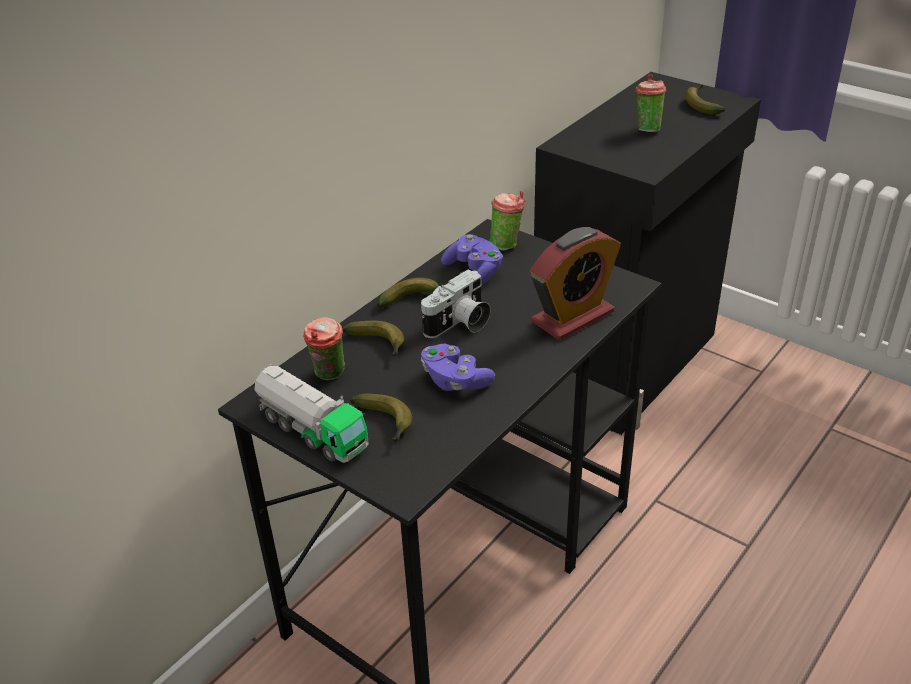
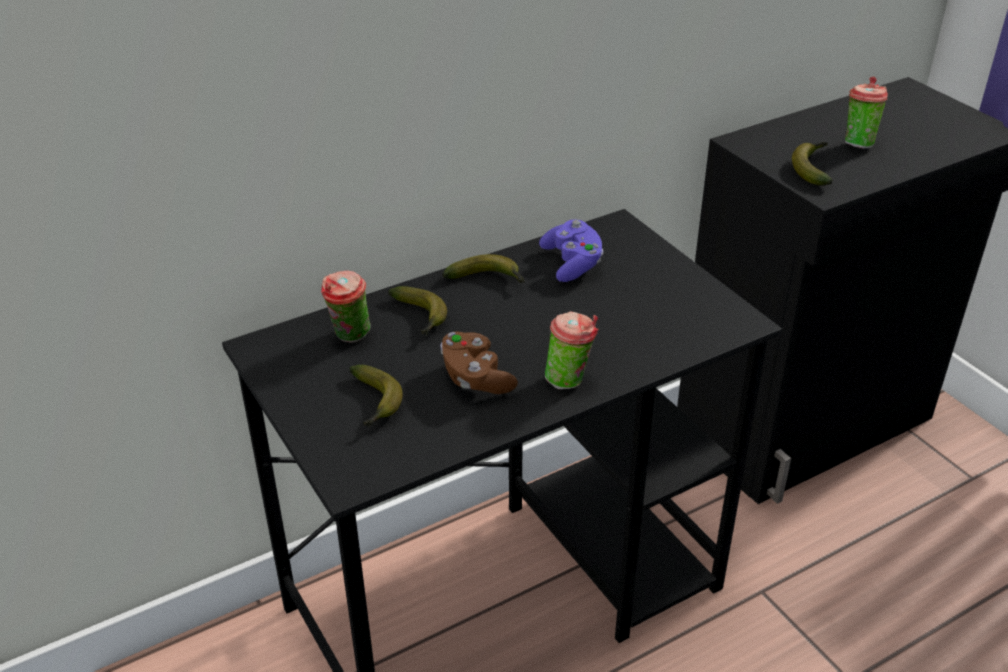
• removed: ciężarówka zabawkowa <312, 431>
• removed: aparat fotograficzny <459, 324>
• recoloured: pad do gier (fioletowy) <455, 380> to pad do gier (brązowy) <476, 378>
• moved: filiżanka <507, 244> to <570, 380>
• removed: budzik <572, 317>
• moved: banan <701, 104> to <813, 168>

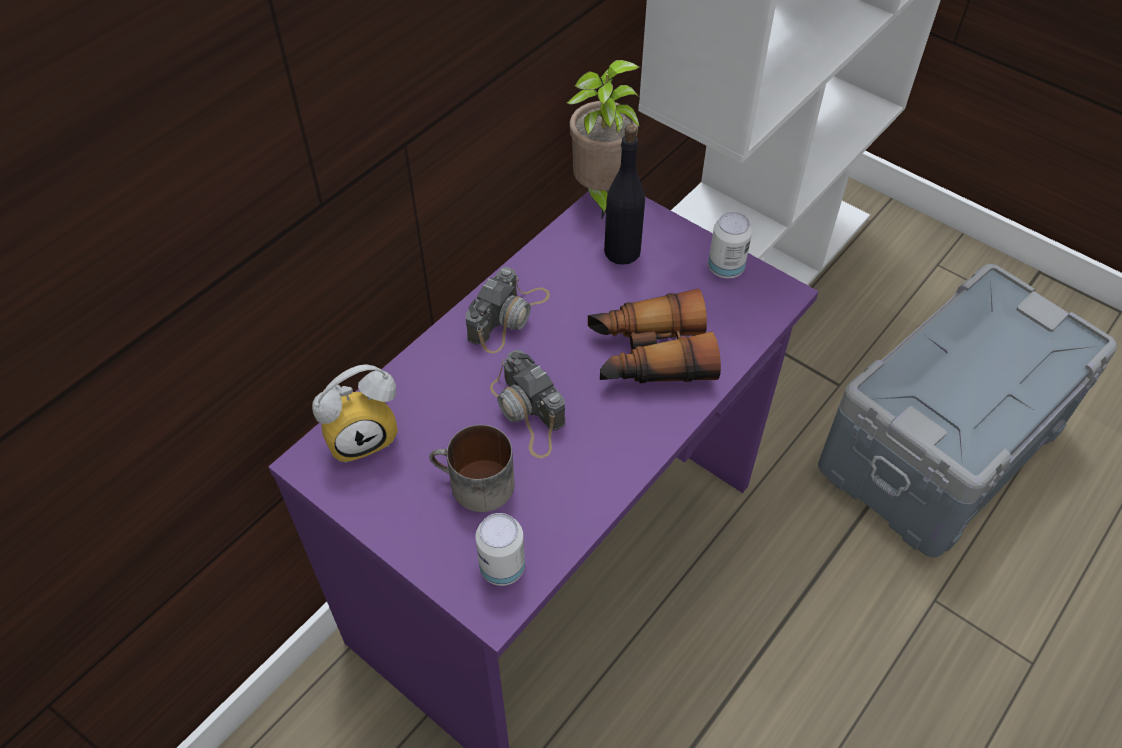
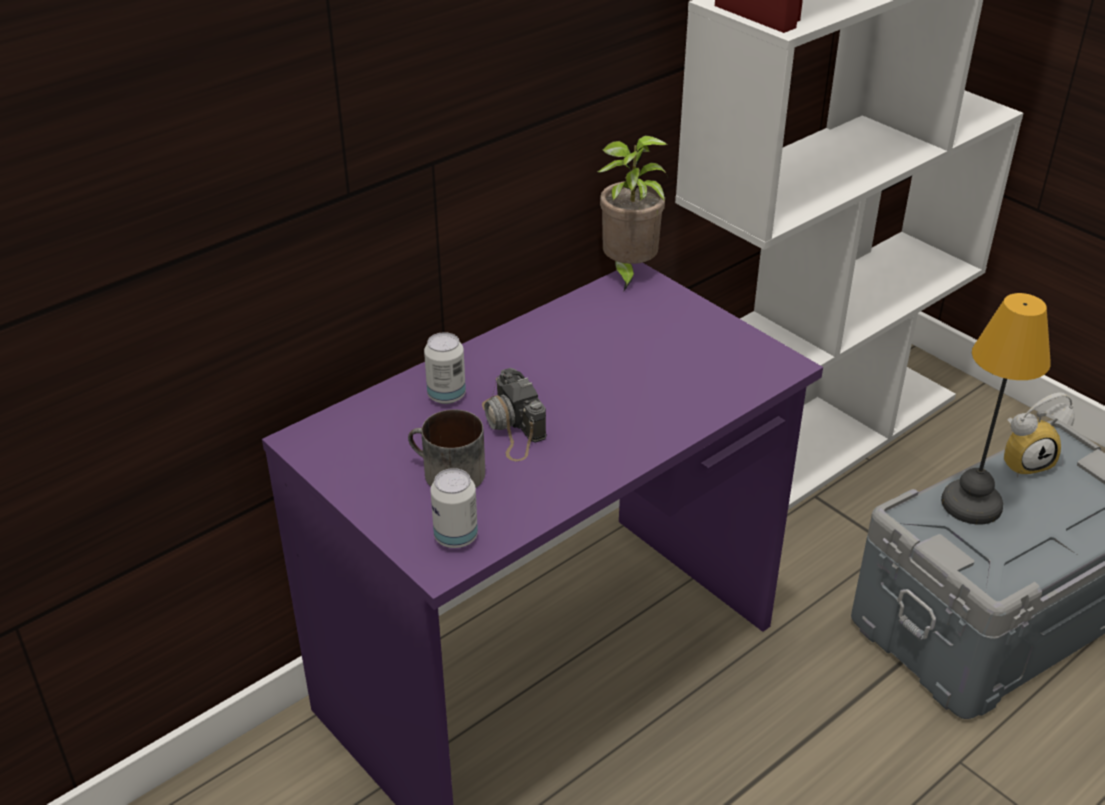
• moved: budzik <363, 434> to <1025, 461>
• removed: aparat fotograficzny <508, 316>
• removed: lornetka <649, 354>
• removed: butelka (czarny) <622, 251>
• moved: puszka <725, 268> to <446, 395>
• added: lampa stołowa <971, 505>

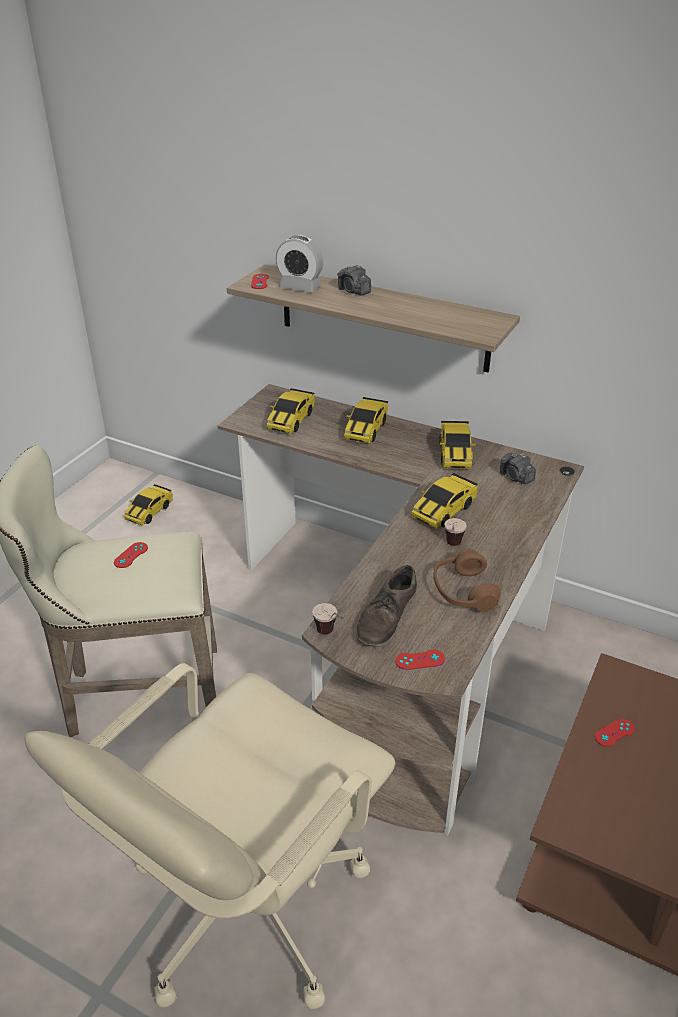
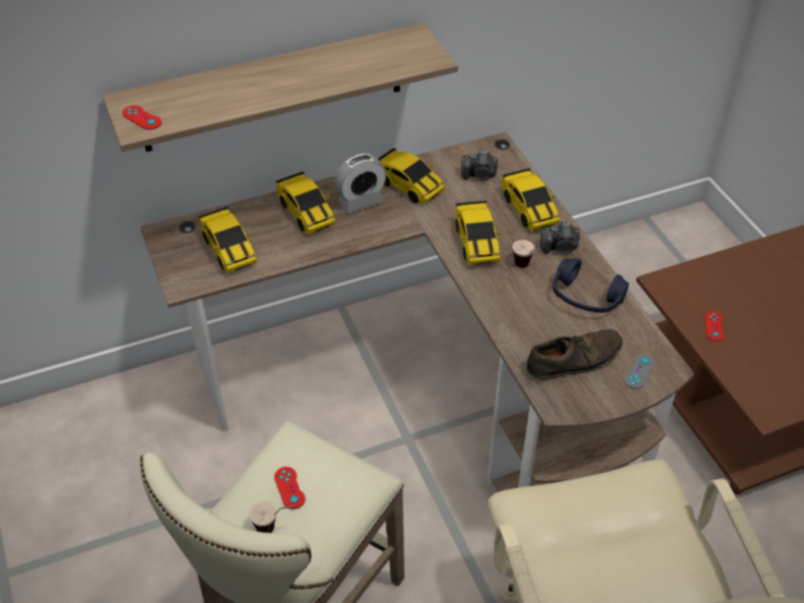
• moved: samochodzik <149, 512> to <529, 209>
• moved: budzik <300, 287> to <361, 202>
• moved: filiżanka <330, 635> to <276, 528>
• moved: aparat fotograficzny <353, 291> to <560, 247>
• turned: but (brązowy) <386, 617> = <574, 360> 90 degrees counterclockwise
• recoloured: pad do gier (czerwony) <420, 660> to pad do gier (szary) <639, 371>
• recoloured: słuchawki (brązowy) <463, 591> to słuchawki (niebieski) <586, 297>

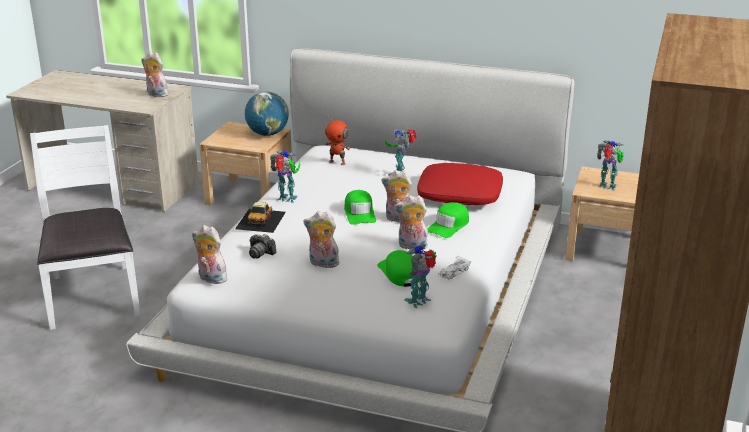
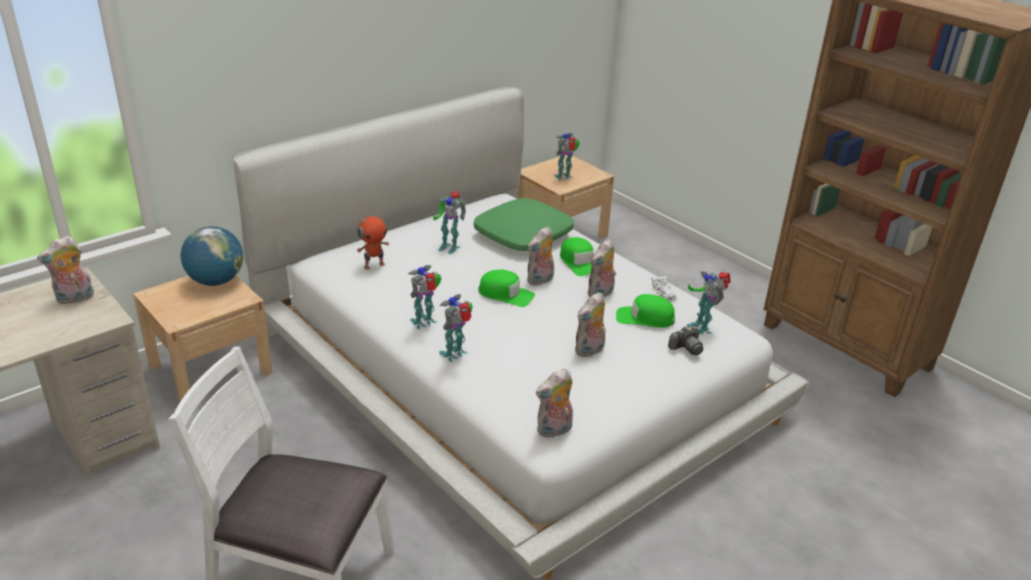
• replaced: samochodzik <261, 220> to robot zabawkowy <455, 354>
• moved: aparat fotograficzny <260, 253> to <686, 348>
• recoloured: poduszka (czerwony) <460, 194> to poduszka (zielony) <523, 235>

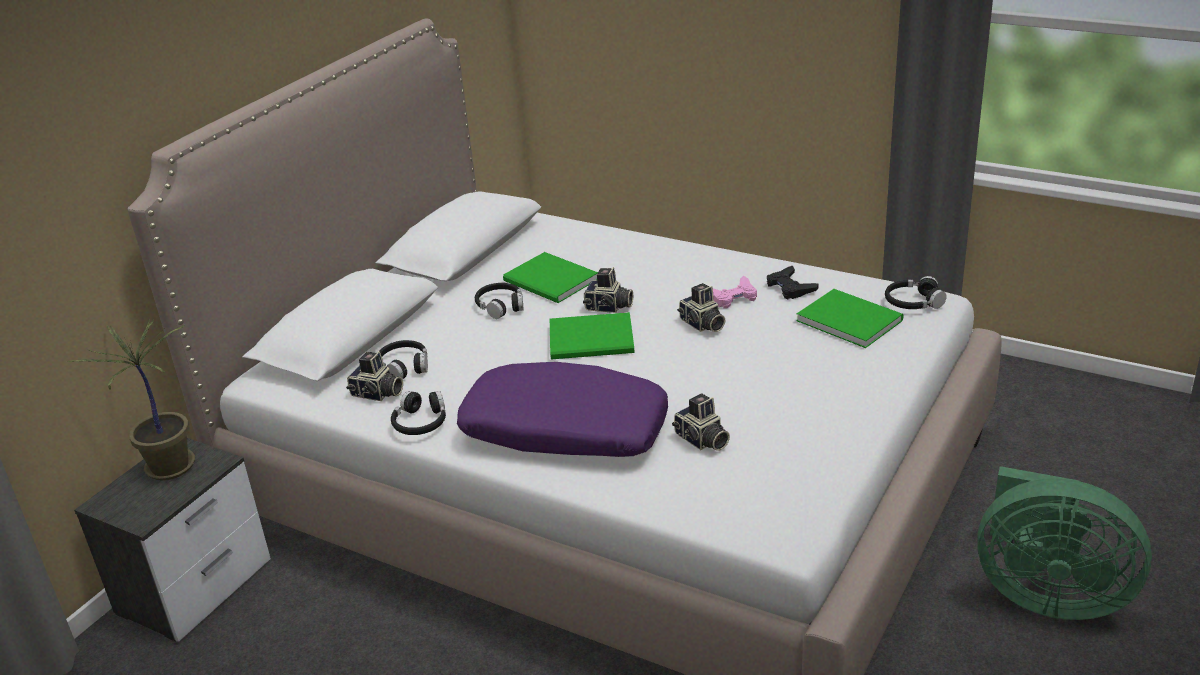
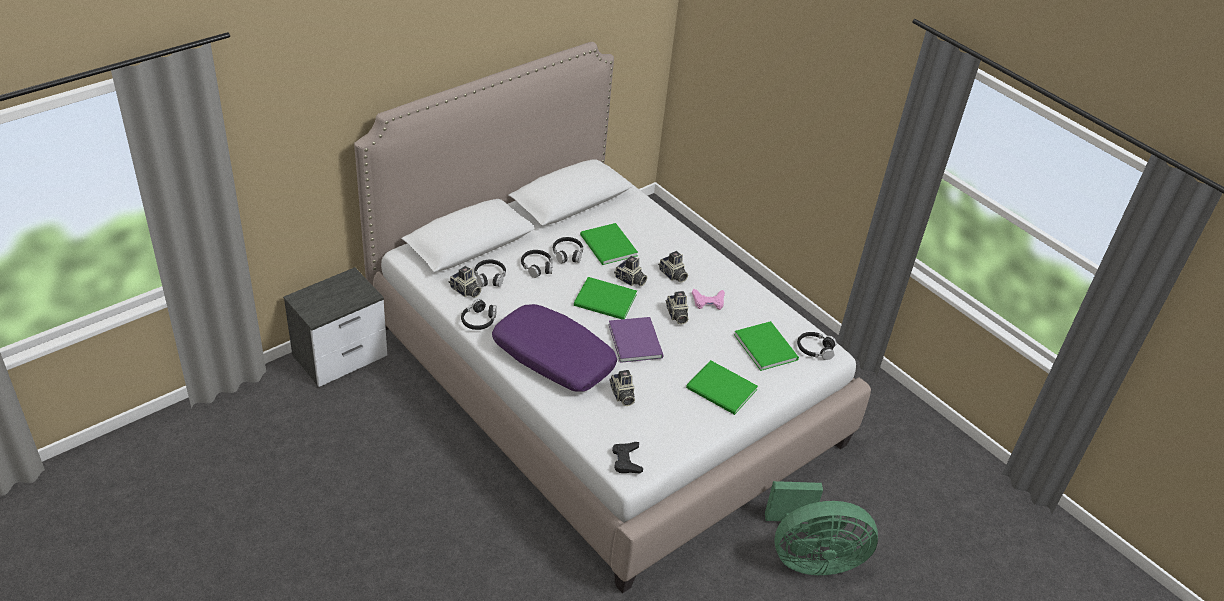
• removed: roślina doniczkowa <171, 468>
• moved: pad do gier (czarny) <790, 287> to <626, 460>
• turned: wentylator (zielony) <1047, 594> = <810, 558> 45 degrees counterclockwise
• added: słuchawki (czarny) <537, 267>
• added: książka (fioletowy) <636, 339>
• added: aparat fotograficzny <672, 275>
• added: książka (zielony) <722, 391>

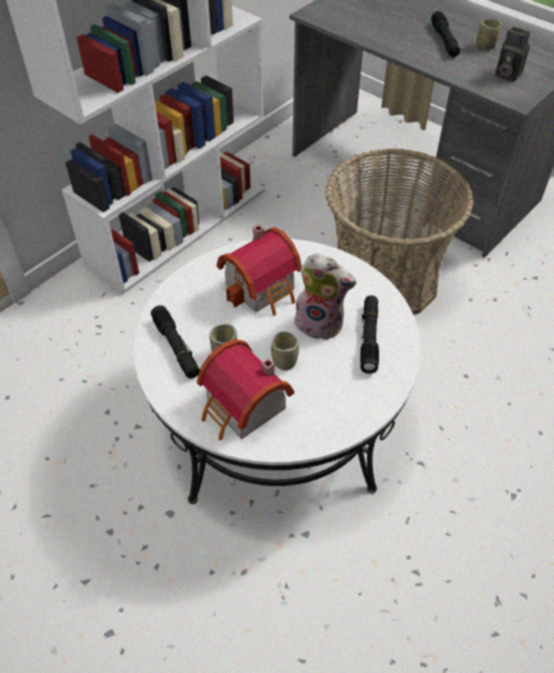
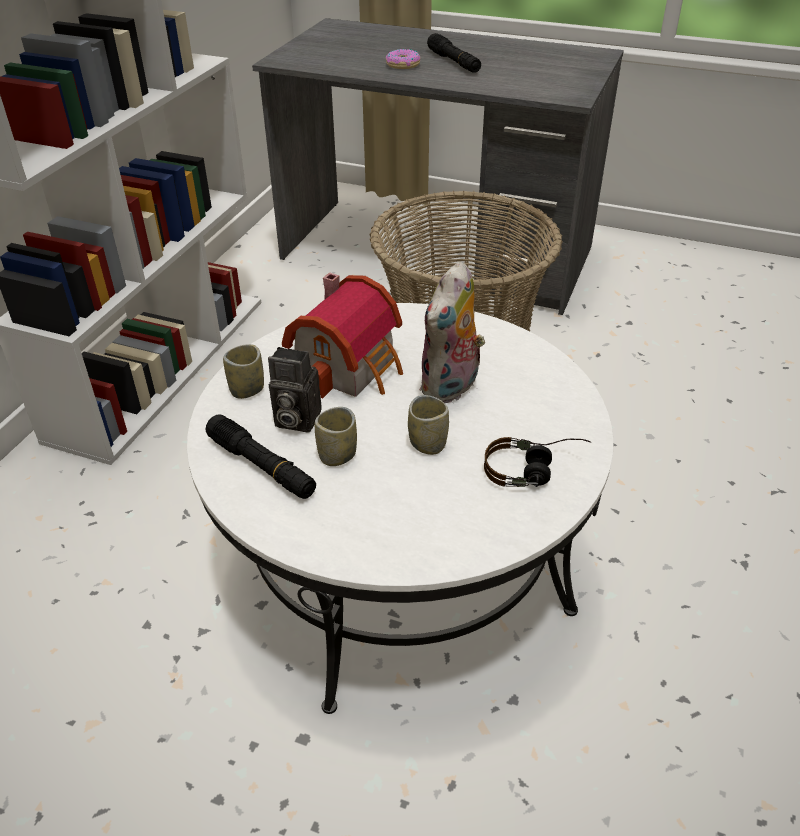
• removed: domek <243, 409>
• turned: pluszak <321, 323> = <451, 388> 120 degrees clockwise
• removed: latarka (czarny) <369, 338>
• moved: filiżanka <485, 46> to <247, 389>
• moved: aparat fotograficzny <506, 74> to <294, 419>
• added: donut <402, 65>
• added: słuchawki <534, 471>

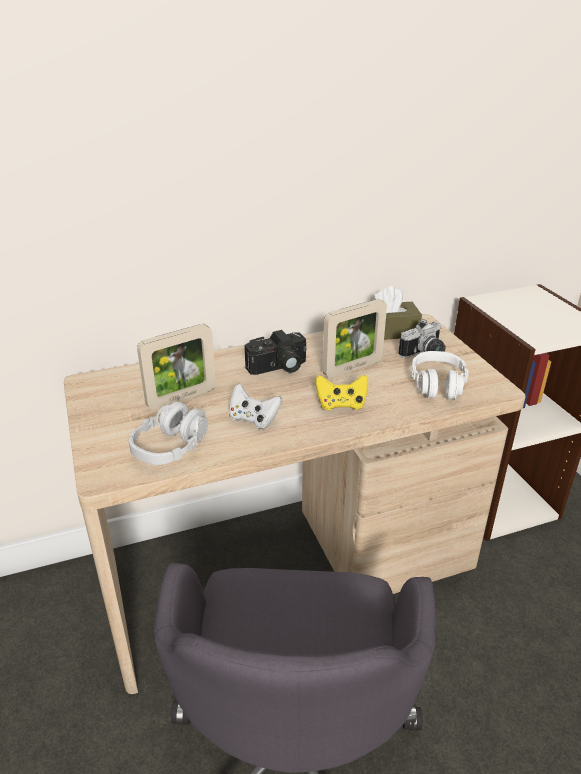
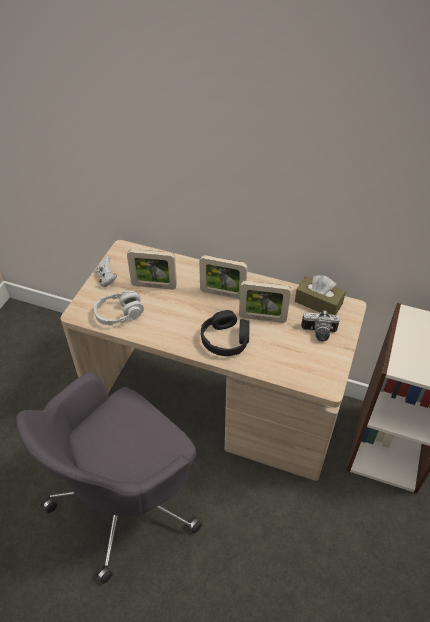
• moved: pad do gier (biały) <253, 419> to <106, 279>
• replaced: aparat fotograficzny <278, 368> to ramka na zdjęcie <222, 294>
• replaced: pad do gier (żółty) <341, 404> to słuchawki (czarny) <225, 339>
• removed: słuchawki (biały) <438, 385>

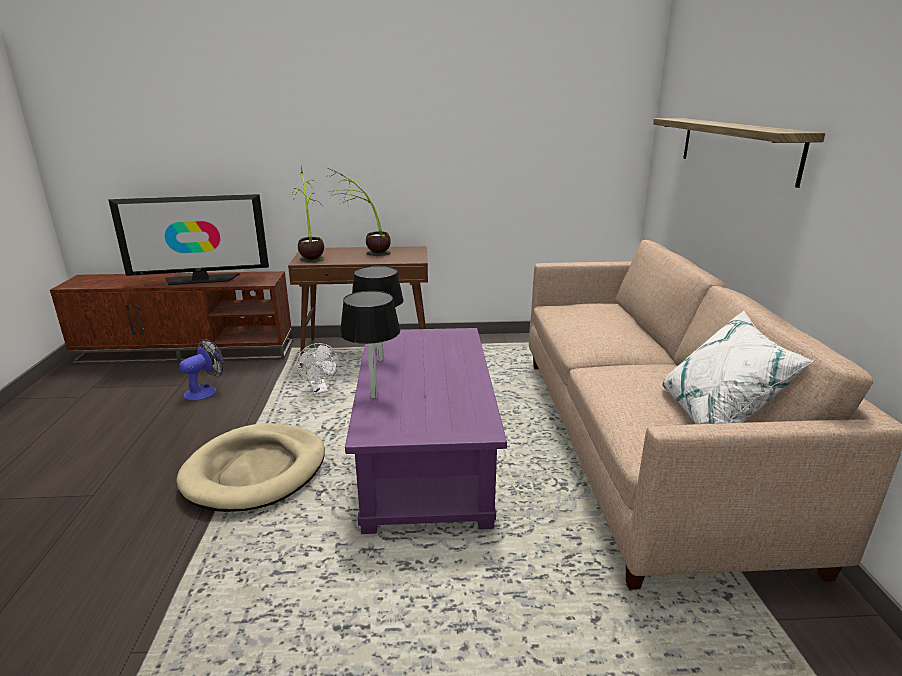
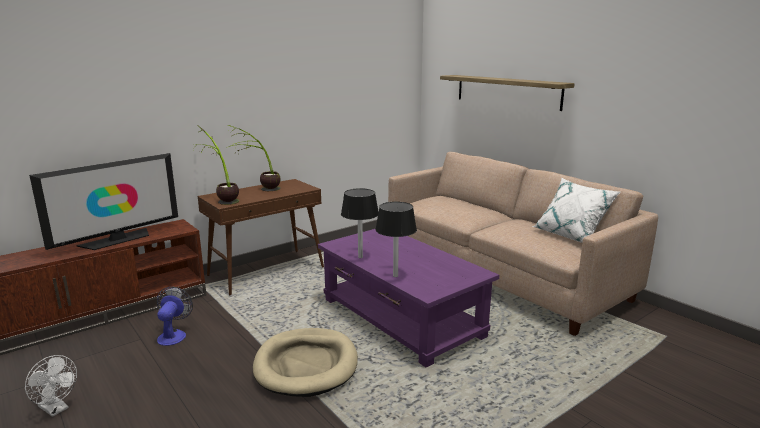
• moved: wentylator (biały) <320, 390> to <56, 409>

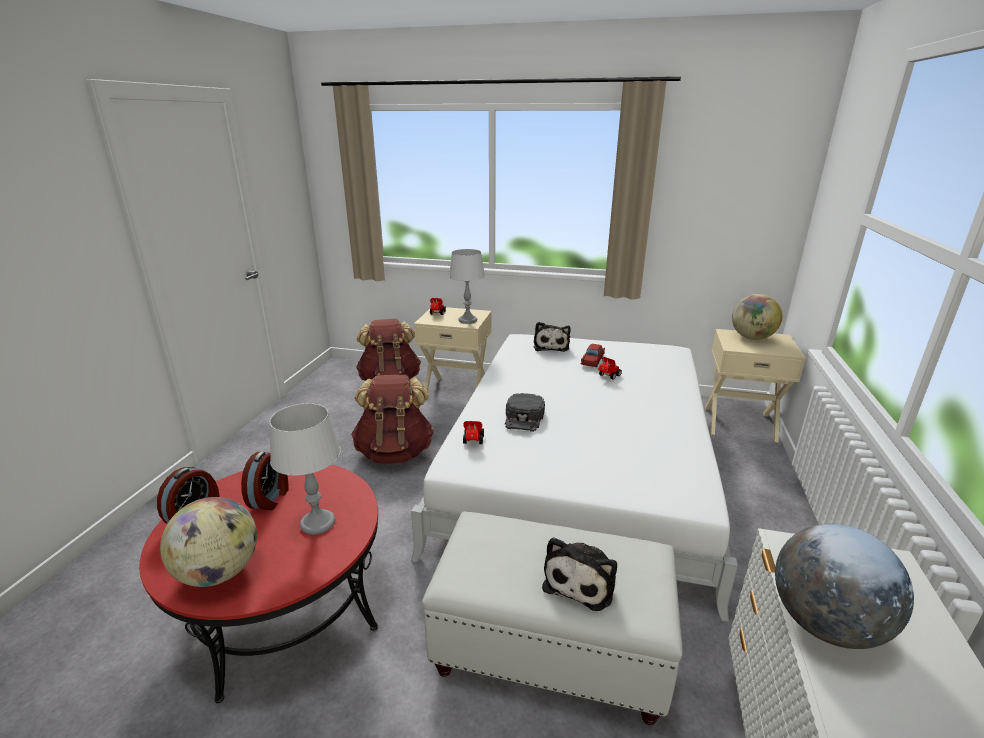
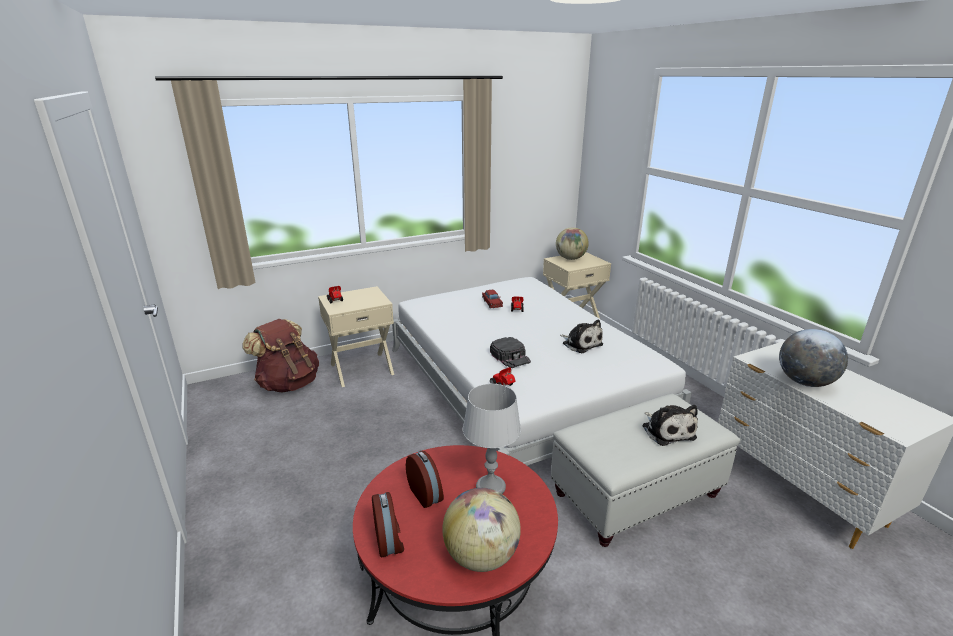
• removed: plecak (brązowy) <395, 452>
• removed: lampa stołowa (szary) <467, 320>
• moved: pluszak <551, 346> to <581, 343>

